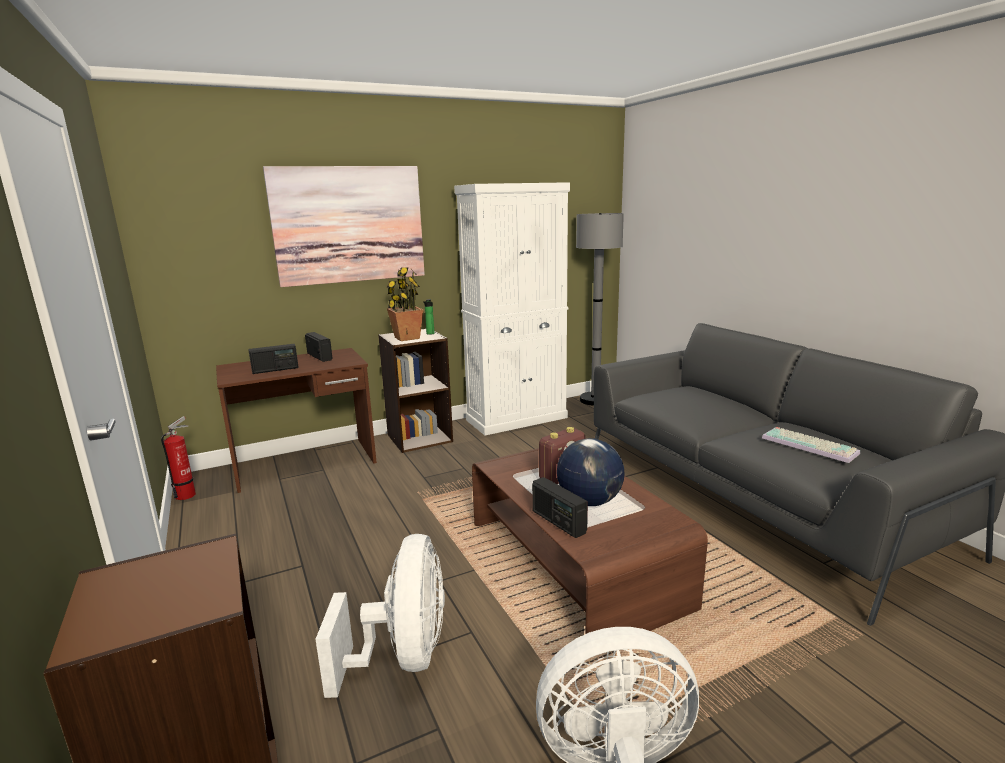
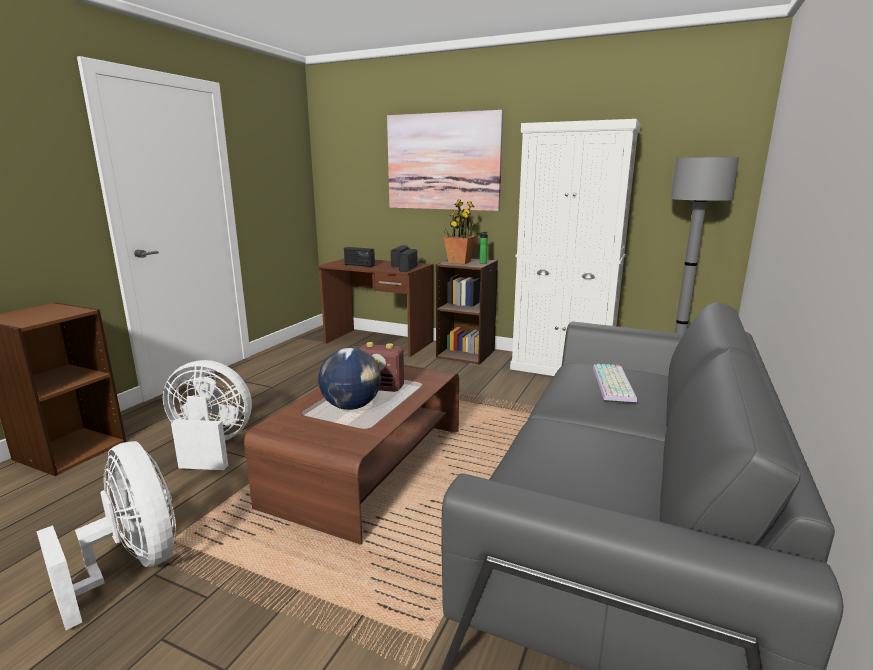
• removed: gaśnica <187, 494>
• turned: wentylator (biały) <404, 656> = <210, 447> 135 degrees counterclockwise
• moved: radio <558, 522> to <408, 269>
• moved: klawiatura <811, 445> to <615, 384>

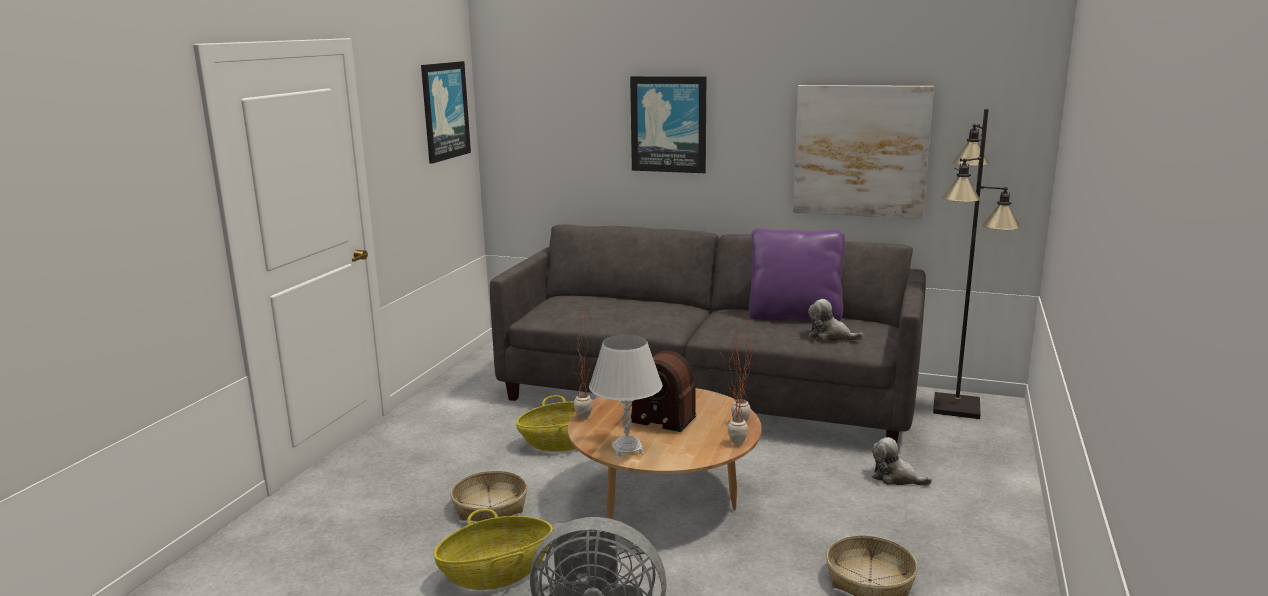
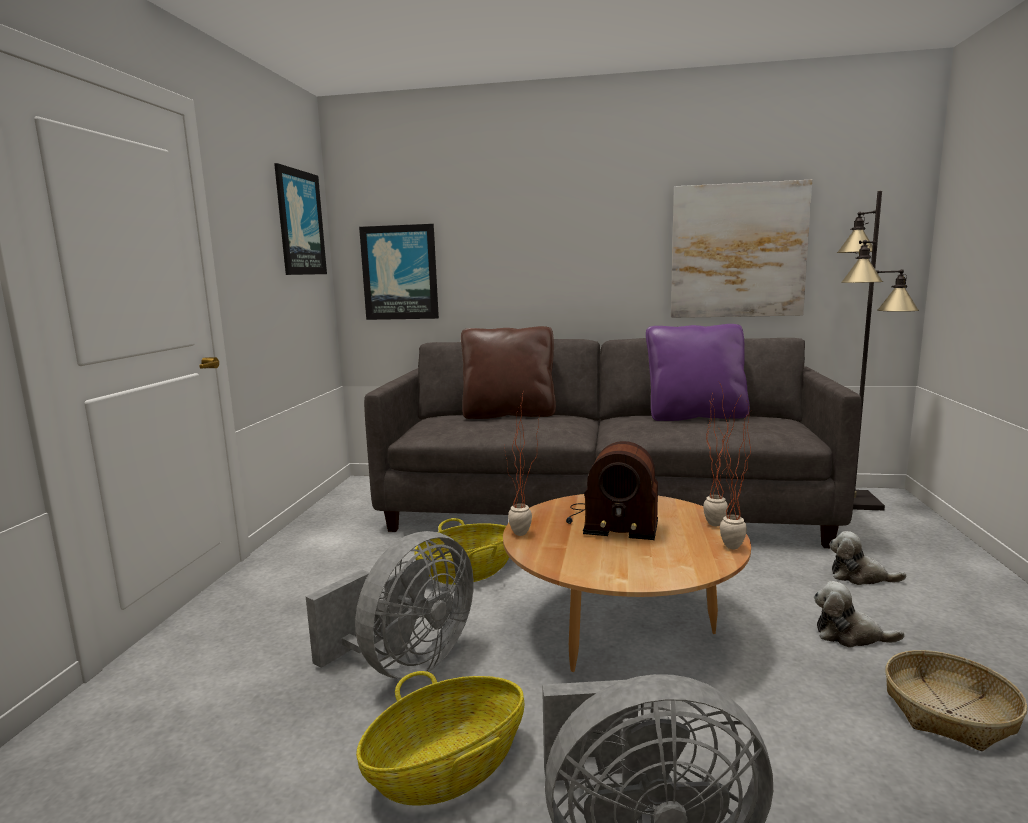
• replaced: koszyk <490, 507> to wentylator (szary) <405, 664>
• removed: lampa stołowa (biały) <627, 449>
• moved: obraz <668, 124> to <400, 272>
• moved: pluszak <830, 336> to <850, 635>
• added: poduszka (brązowy) <509, 415>

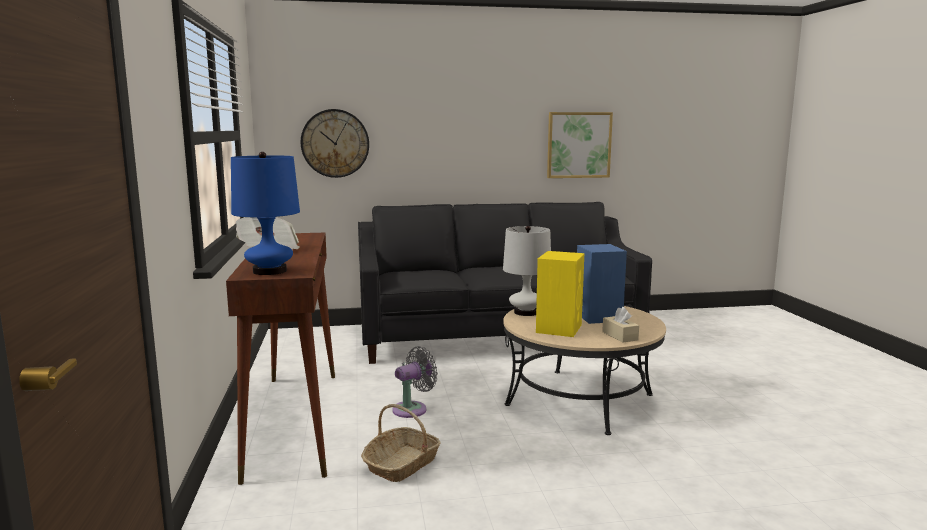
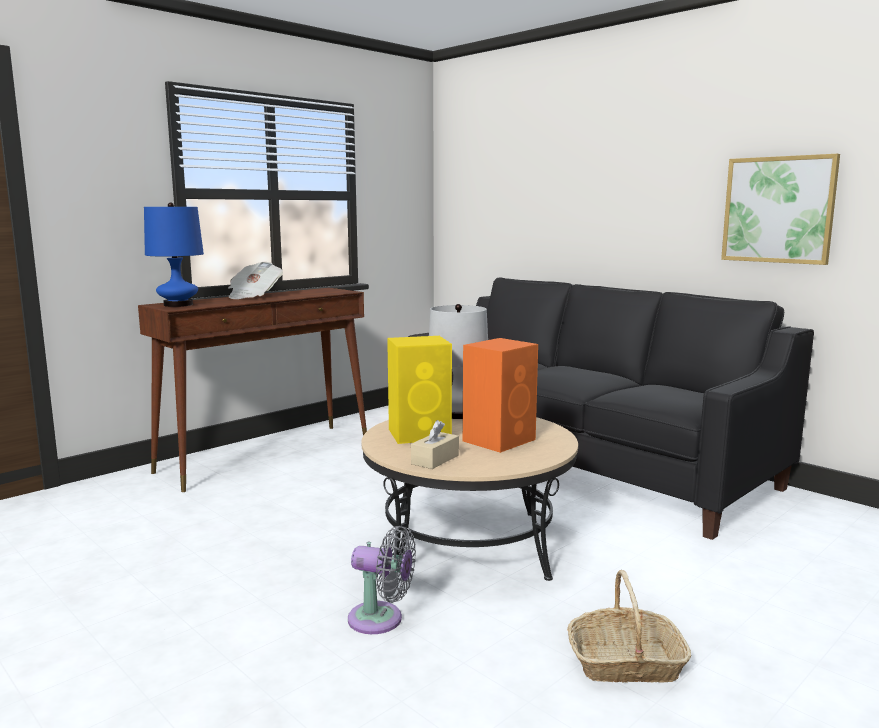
• removed: zegar ścienny <335, 143>
• moved: koszyk <402, 464> to <625, 663>
• moved: wentylator (szary) <413, 409> to <381, 620>
• recoloured: głośnik (niebieski) <597, 316> to głośnik (pomarańczowy) <500, 440>

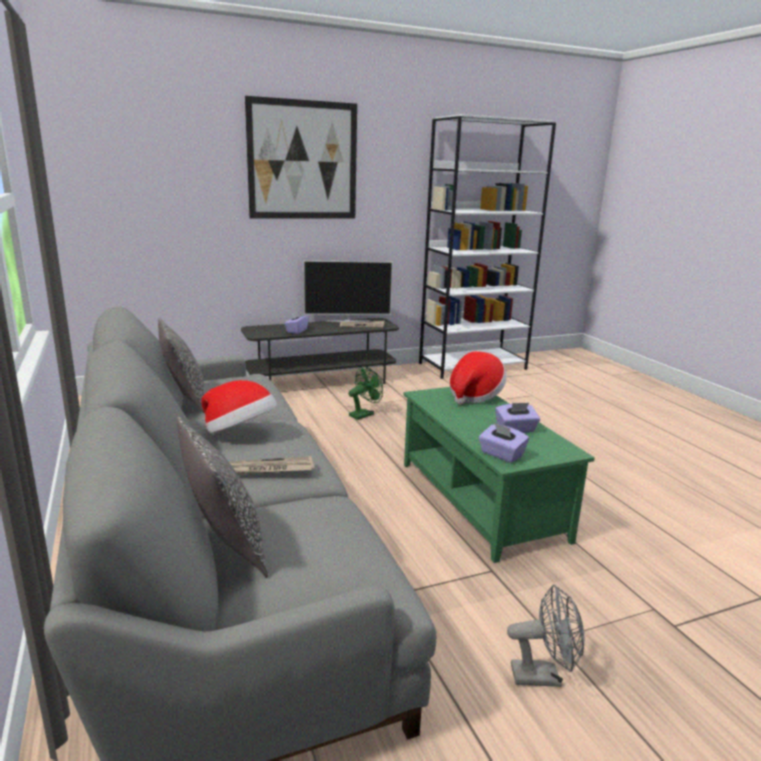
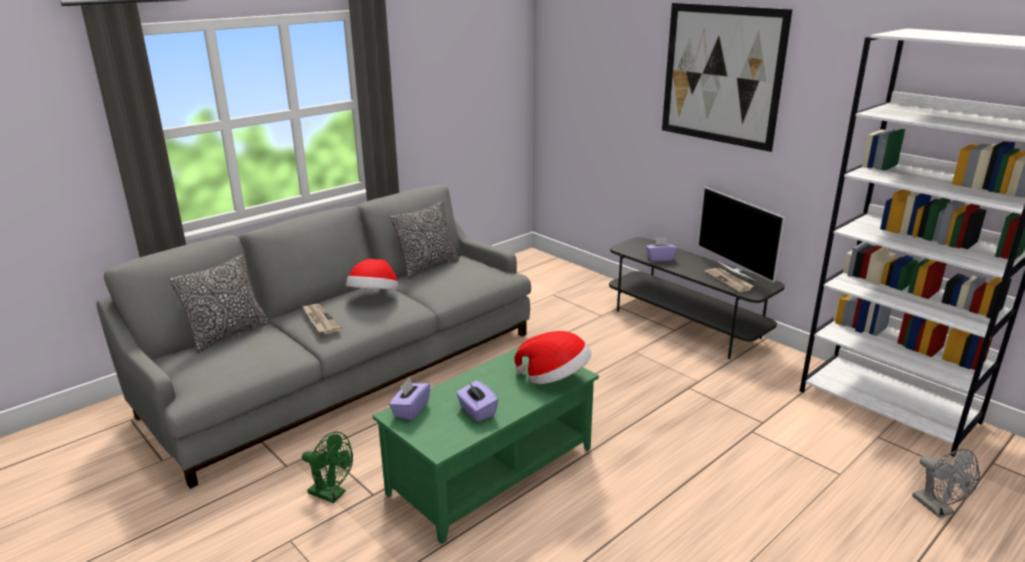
• moved: wentylator (zielony) <364, 414> to <331, 494>
• moved: wentylator (szary) <543, 676> to <938, 509>

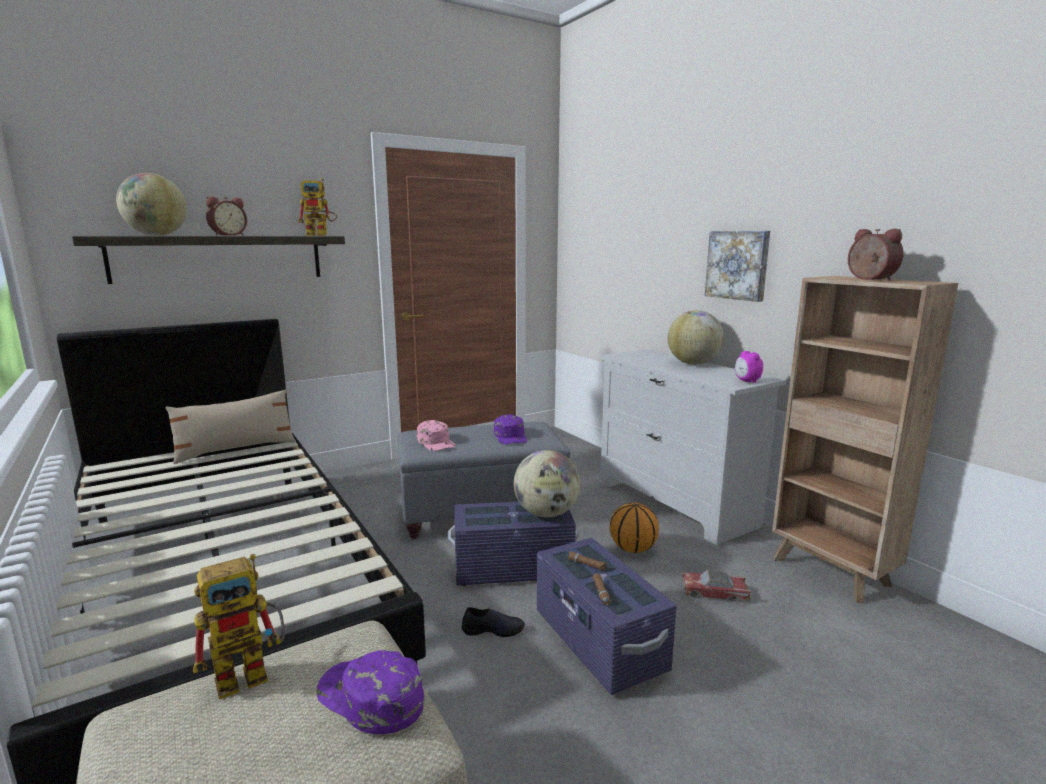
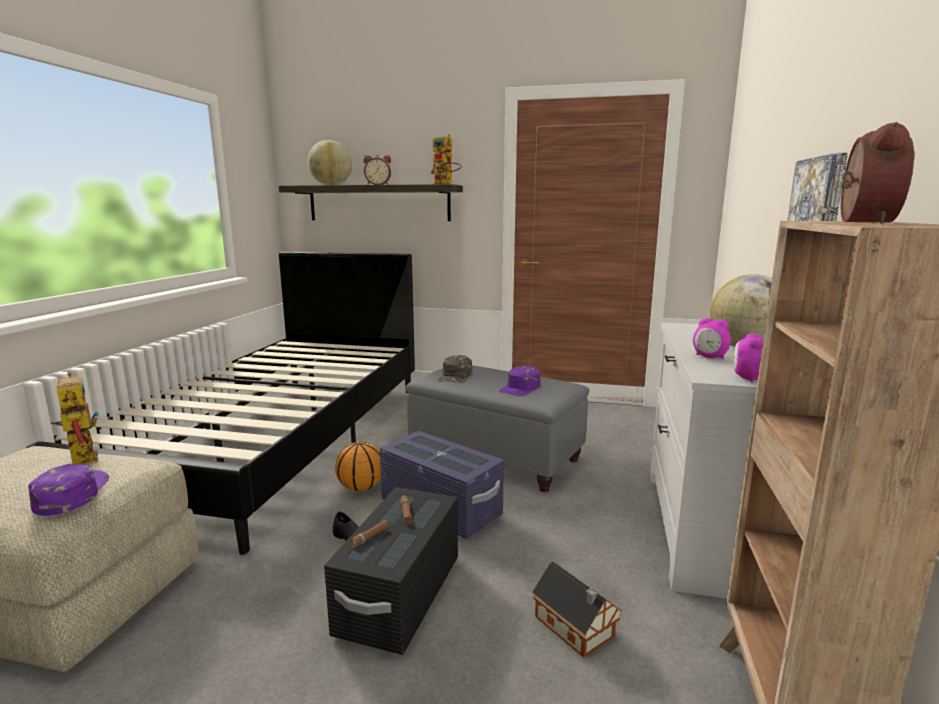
• removed: poduszka (beżowy) <236, 449>
• turned: robot zabawkowy <253, 672> = <81, 456> 135 degrees counterclockwise
• recoloured: czapka z daszkiem (różowy) <436, 442> to czapka z daszkiem (zielony) <456, 376>
• removed: globus <546, 513>
• recoloured: pojemnik do przechowywania (fioletowy) <598, 641> to pojemnik do przechowywania (czarny) <399, 596>
• moved: piłka do koszykówki <633, 549> to <361, 488>
• replaced: samochodzik <714, 592> to domek <575, 628>
• added: budzik <709, 357>

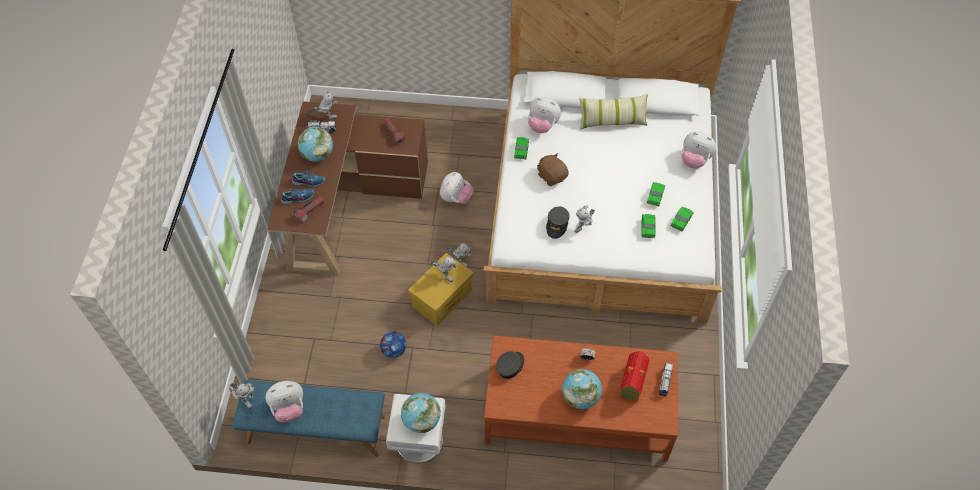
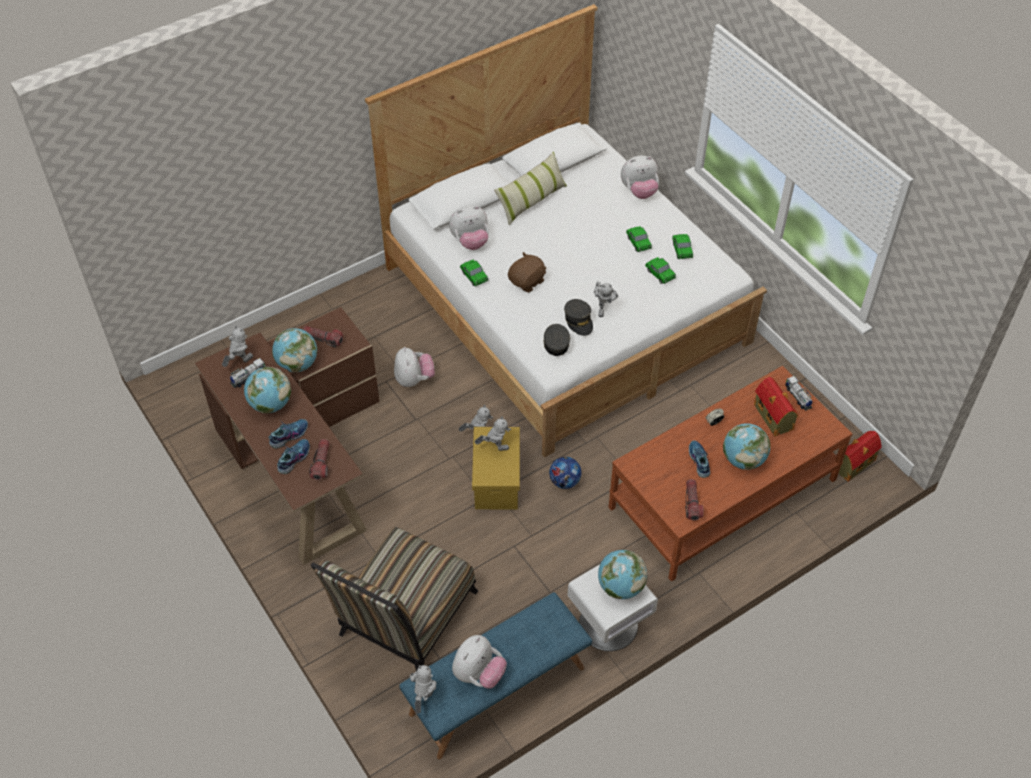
• turned: robot zabawkowy <245, 399> = <424, 699> 75 degrees counterclockwise
• moved: piłka futbolowa <394, 350> to <564, 481>
• moved: czapka z daszkiem (szary) <510, 366> to <556, 343>
• turned: pluszak (brązowy) <552, 176> = <527, 281> 120 degrees clockwise
• added: globus <297, 364>
• added: krzesło <403, 620>
• added: latarka <692, 503>
• added: but <698, 461>
• added: domek <853, 465>

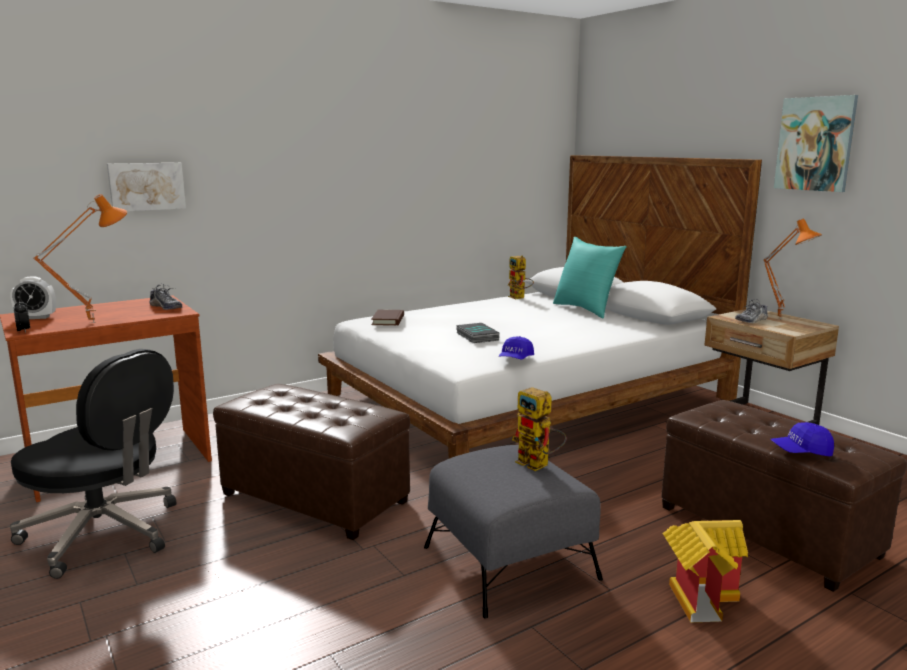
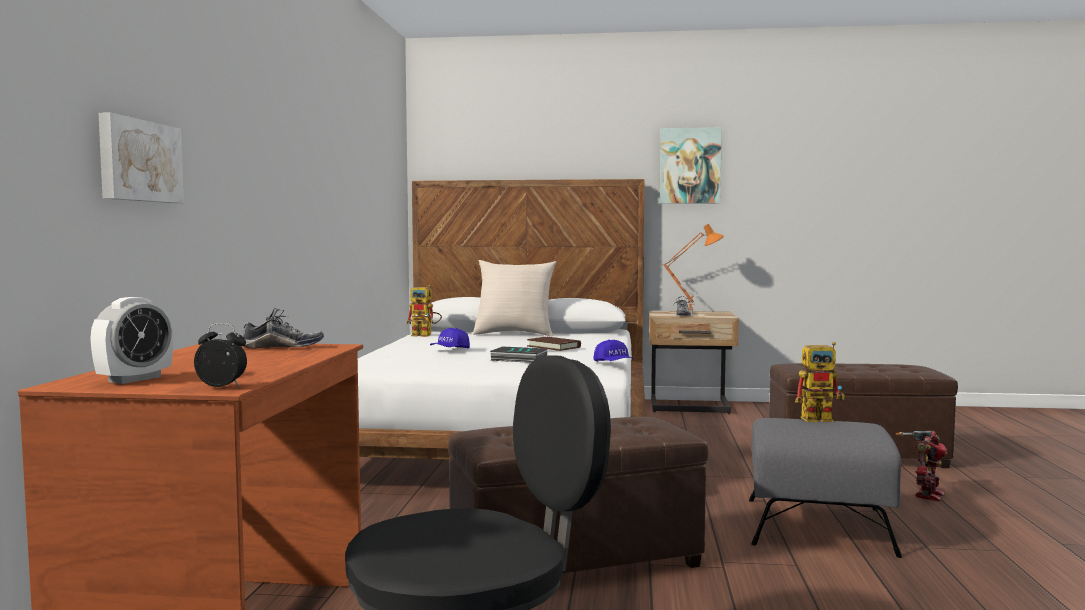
• removed: lampa stołowa (pomarańczowy) <93, 322>
• moved: książka (brązowy) <388, 320> to <553, 347>
• recoloured: poduszka (turkusowy) <586, 309> to poduszka (beżowy) <514, 334>
• replaced: domek <700, 596> to robot zabawkowy <926, 495>
• moved: czapka z daszkiem (niebieski) <801, 452> to <450, 350>

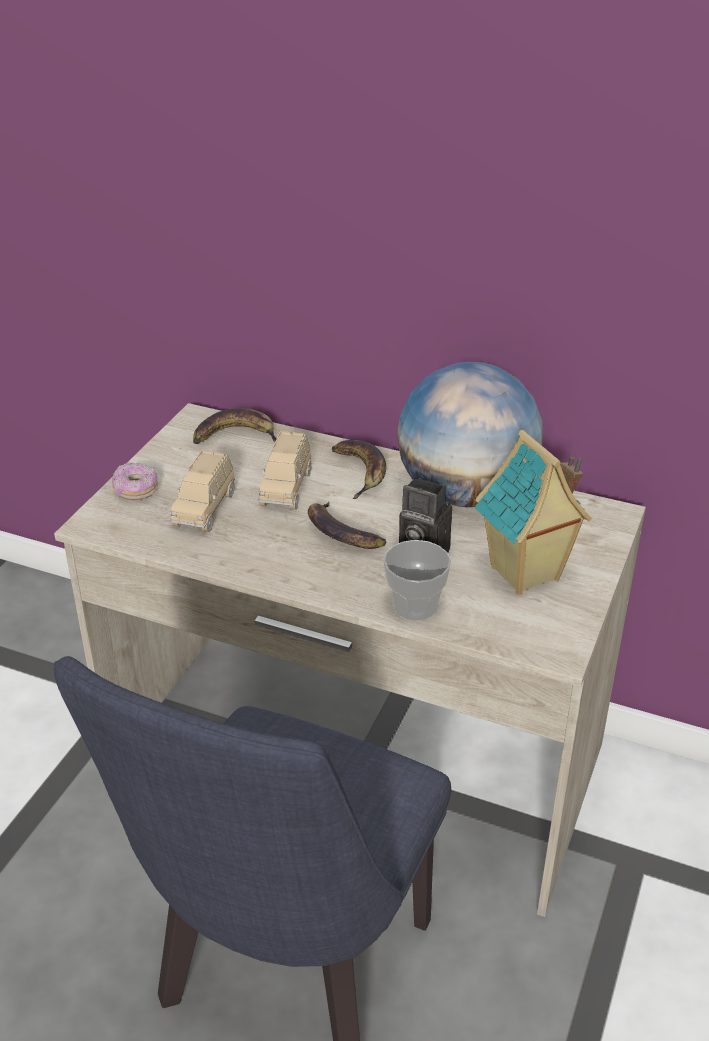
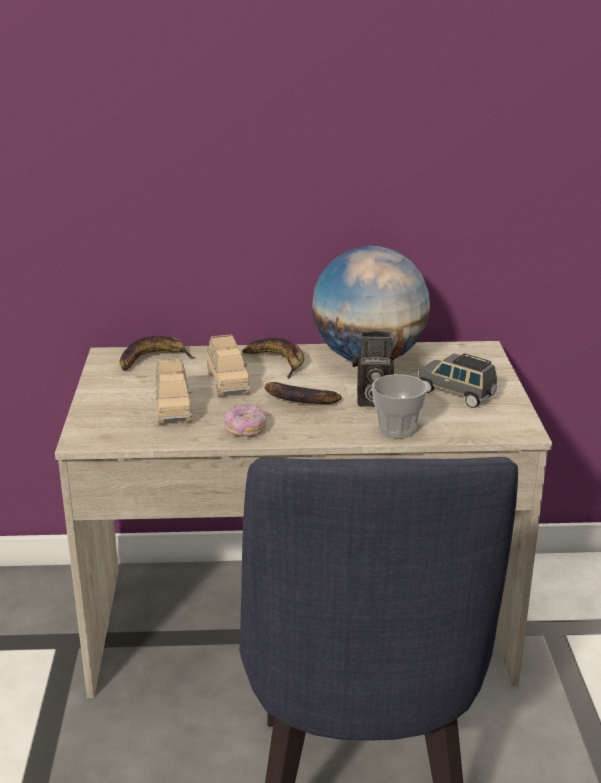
• moved: donut <135, 490> to <245, 430>
• replaced: domek <525, 575> to samochodzik (szary) <457, 394>

